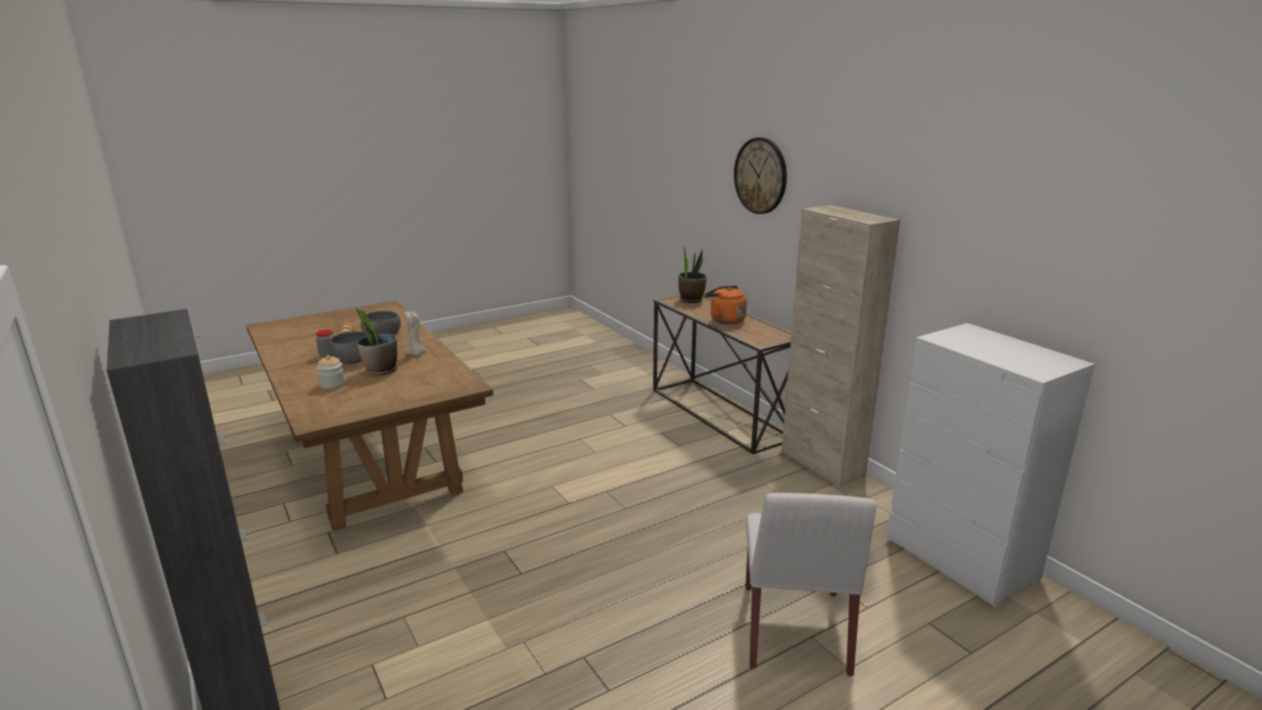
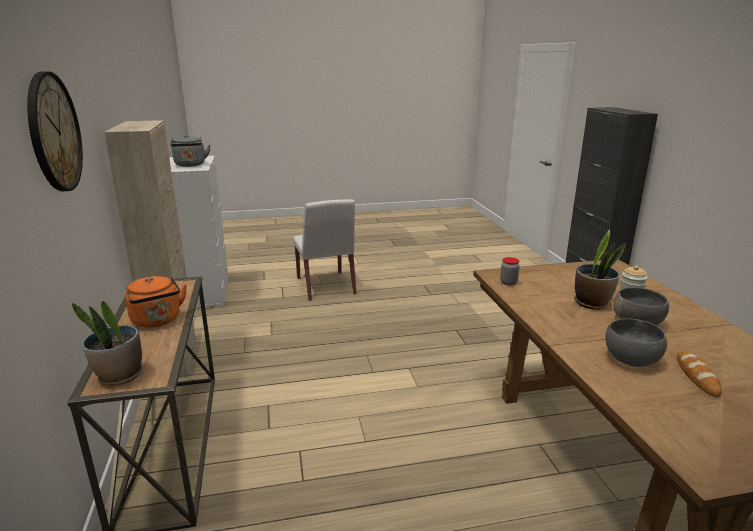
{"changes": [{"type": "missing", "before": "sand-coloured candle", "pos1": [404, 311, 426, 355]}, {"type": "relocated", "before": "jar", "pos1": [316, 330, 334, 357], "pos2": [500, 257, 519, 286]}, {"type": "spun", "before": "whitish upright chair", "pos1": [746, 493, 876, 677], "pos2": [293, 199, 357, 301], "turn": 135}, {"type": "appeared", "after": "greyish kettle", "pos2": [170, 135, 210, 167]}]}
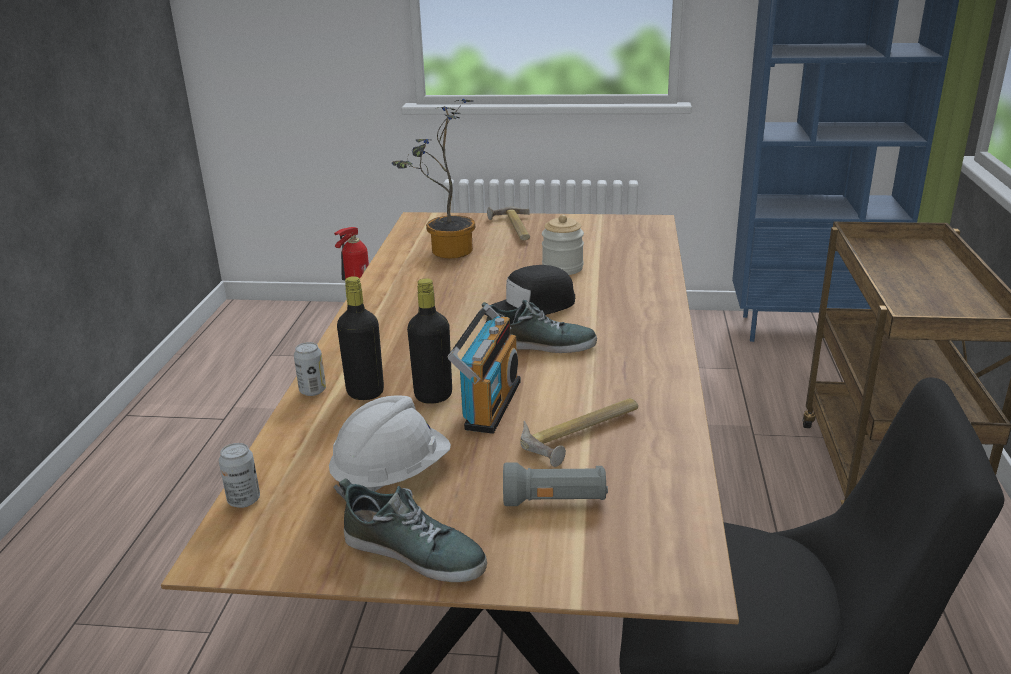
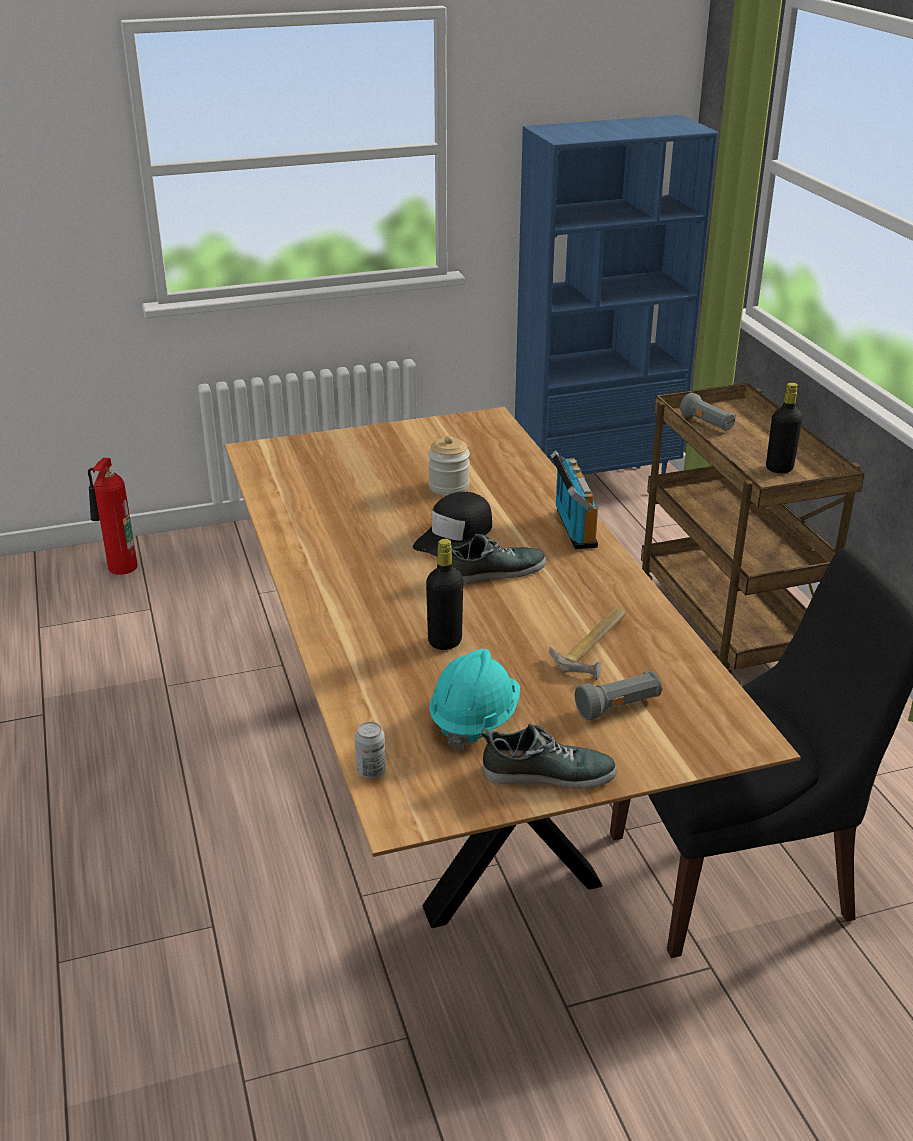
{"changes": [{"type": "missing", "before": "potted plant", "pos1": [392, 99, 475, 258]}, {"type": "missing", "before": "tool hammer", "pos1": [487, 206, 530, 240]}, {"type": "relocated", "before": "blackish drink bottle", "pos1": [337, 276, 384, 400], "pos2": [766, 383, 803, 473]}, {"type": "relocated", "before": "radio receiver", "pos1": [448, 304, 520, 434], "pos2": [551, 451, 598, 549]}, {"type": "missing", "before": "sealed can", "pos1": [294, 342, 326, 396]}, {"type": "colour", "before": "whitish safety helmet", "after": "blue-green safety helmet", "pos1": [329, 395, 451, 500], "pos2": [429, 649, 520, 749]}, {"type": "appeared", "after": "greyish torch", "pos2": [680, 393, 736, 431]}]}
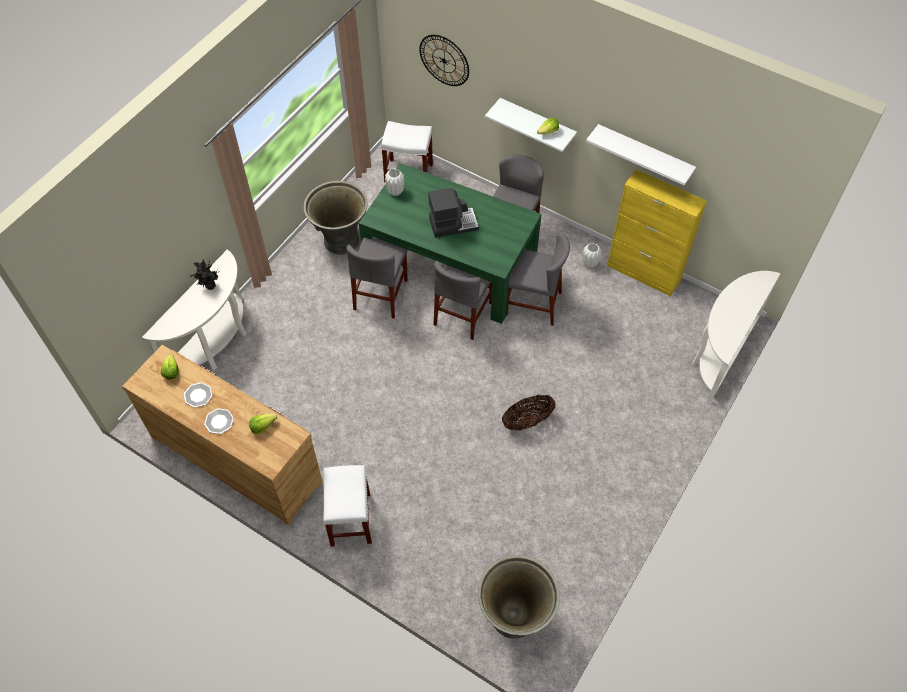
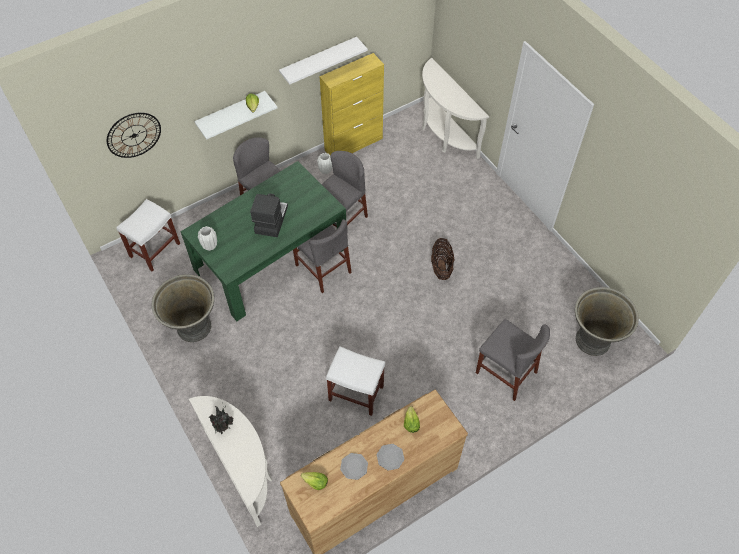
{"changes": [{"type": "relocated", "before": "greyish upright chair", "pos1": [346, 237, 408, 319], "pos2": [476, 319, 550, 401]}, {"type": "relocated", "before": "whitish stool", "pos1": [323, 465, 372, 547], "pos2": [326, 347, 385, 416]}]}
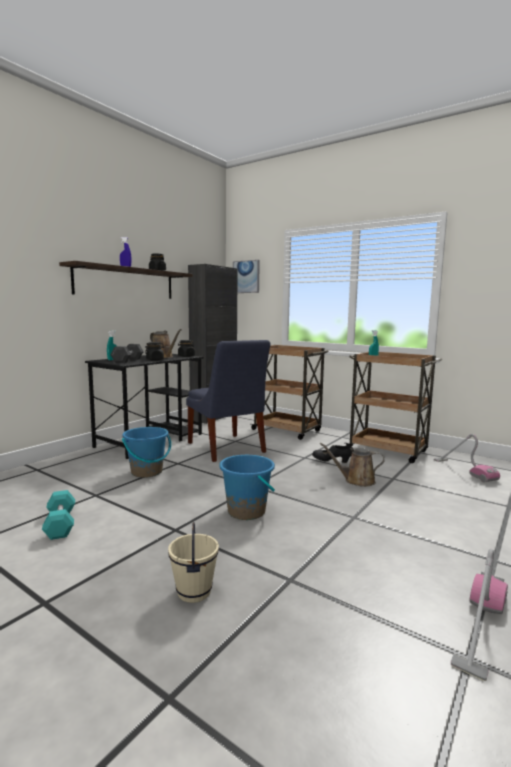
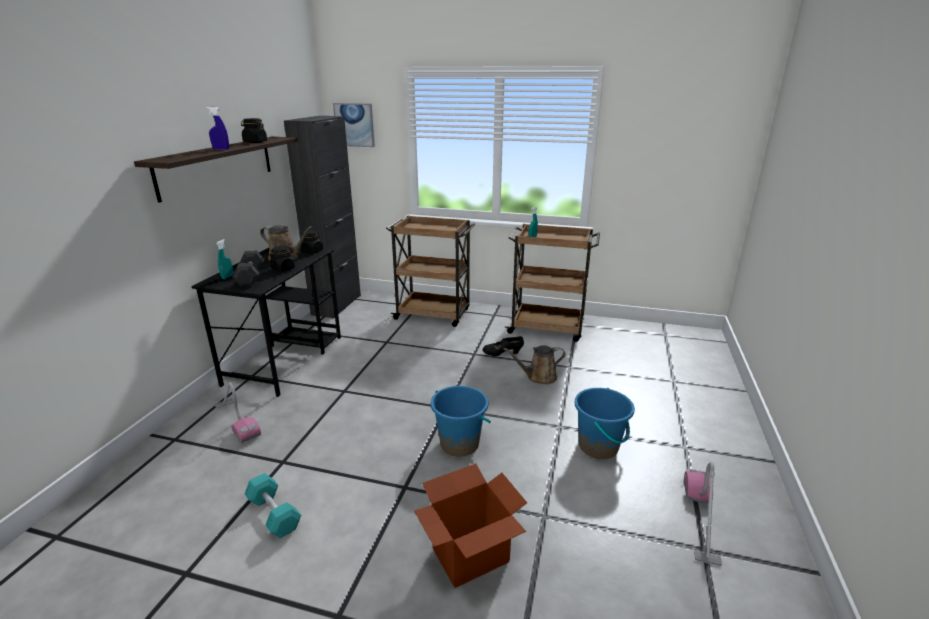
{"changes": [{"type": "missing", "before": "bluish upright chair", "pos1": [186, 340, 271, 462]}, {"type": "relocated", "before": "bluish pail", "pos1": [122, 427, 171, 478], "pos2": [574, 388, 635, 459]}, {"type": "relocated", "before": "vacuum", "pos1": [434, 434, 500, 482], "pos2": [215, 383, 261, 443]}, {"type": "exchanged", "before": "sand-coloured pail", "after": "packing box", "pos1": [168, 522, 219, 603], "pos2": [414, 463, 527, 588]}]}
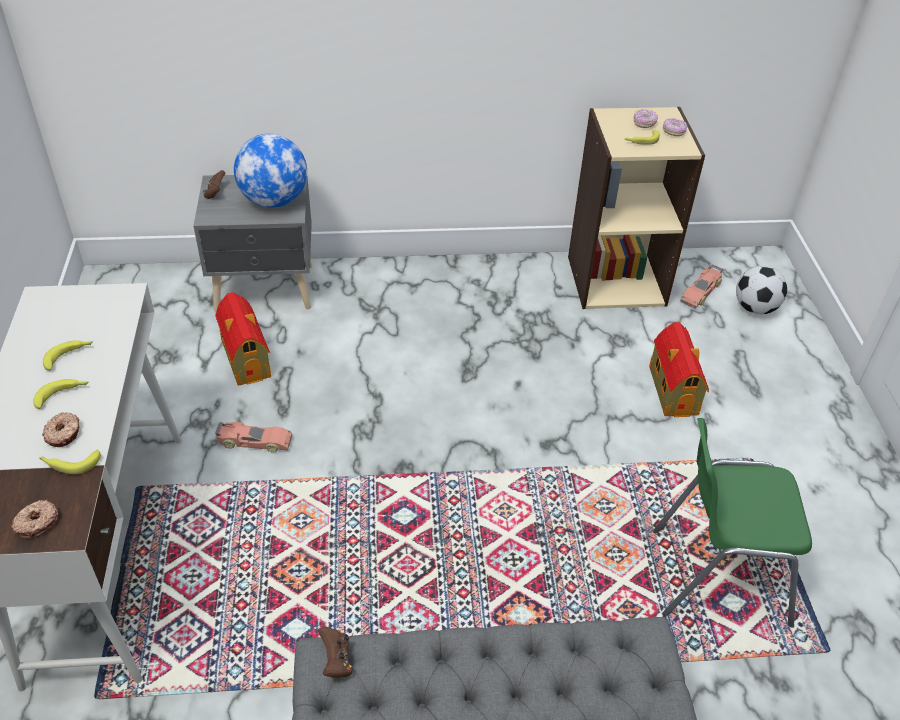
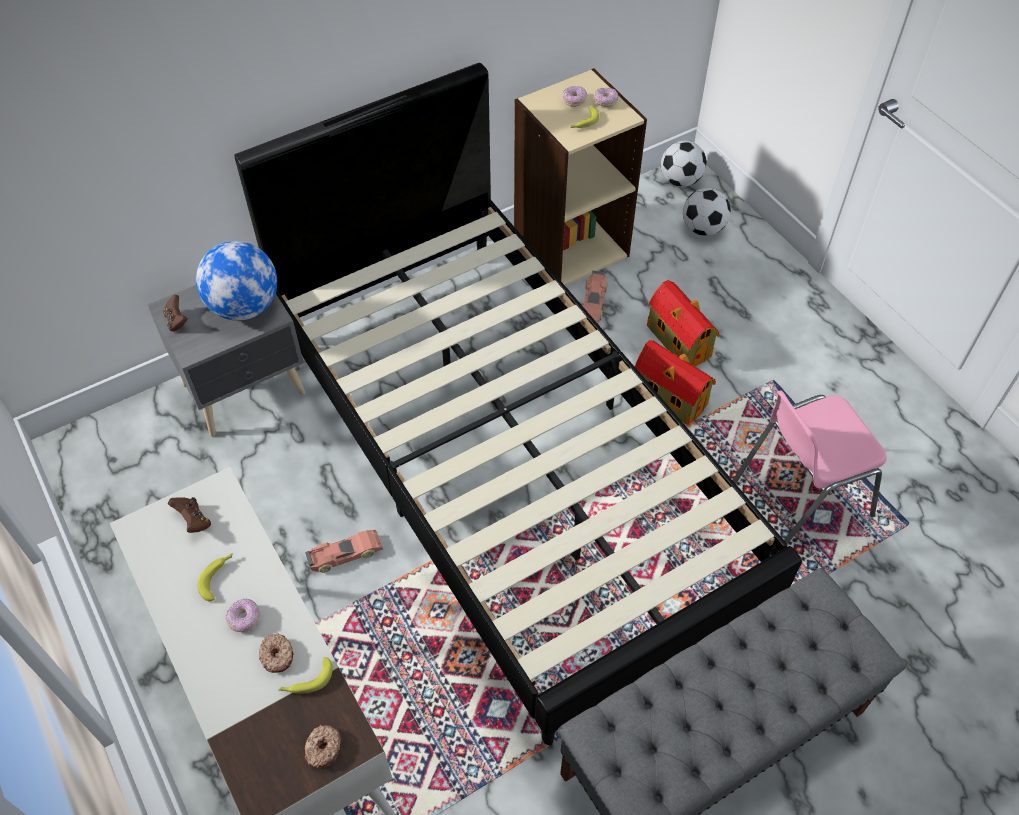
{"changes": [{"type": "relocated", "before": "model car", "pos1": [680, 264, 723, 309], "pos2": [583, 271, 608, 325]}, {"type": "relocated", "before": "model house", "pos1": [215, 292, 271, 386], "pos2": [635, 340, 716, 425]}, {"type": "exchanged", "before": "whole banana", "after": "ring doughnut", "pos1": [33, 379, 88, 409], "pos2": [226, 598, 260, 632]}, {"type": "colour", "before": "green upright chair", "after": "pinkish upright chair", "pos1": [653, 418, 812, 627], "pos2": [733, 390, 887, 544]}, {"type": "relocated", "before": "brownish gamepad", "pos1": [318, 626, 353, 678], "pos2": [168, 497, 211, 533]}, {"type": "appeared", "after": "blackish bedroom bed", "pos2": [234, 63, 802, 746]}, {"type": "appeared", "after": "football ball", "pos2": [661, 141, 707, 187]}]}
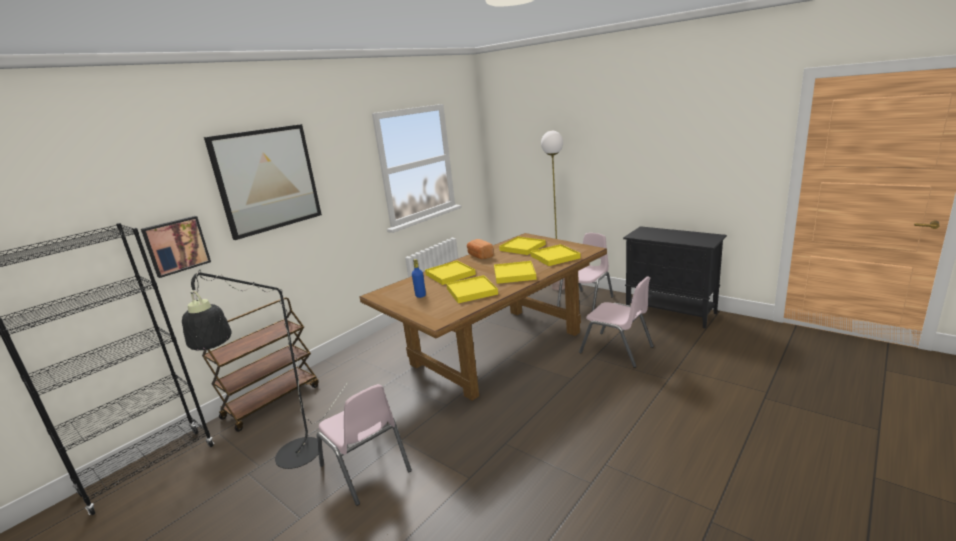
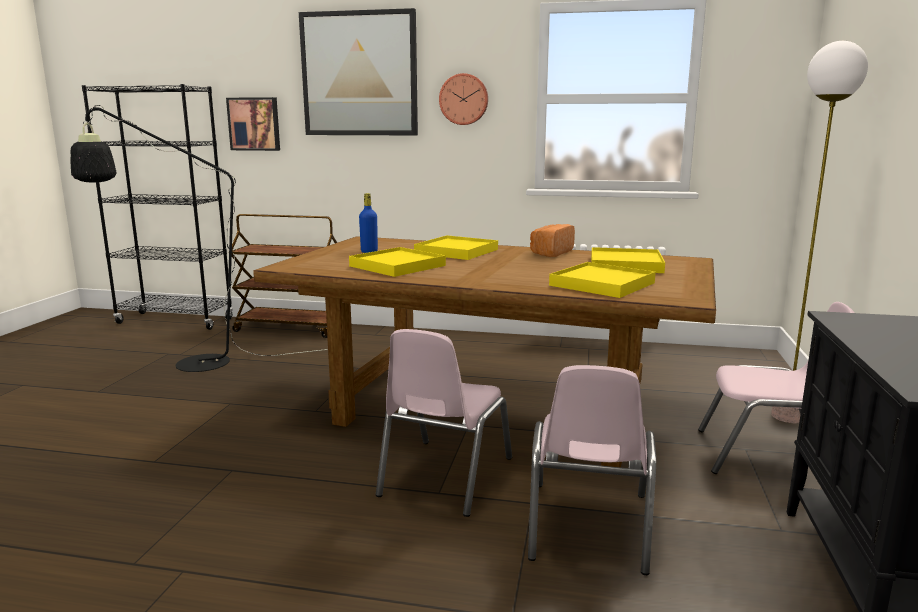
{"changes": [{"type": "missing", "before": "yellowish tray", "pos1": [494, 261, 537, 284]}, {"type": "relocated", "before": "pinkish upright chair", "pos1": [316, 384, 412, 506], "pos2": [376, 329, 512, 517]}, {"type": "appeared", "after": "clock on the wall", "pos2": [439, 73, 488, 125]}]}
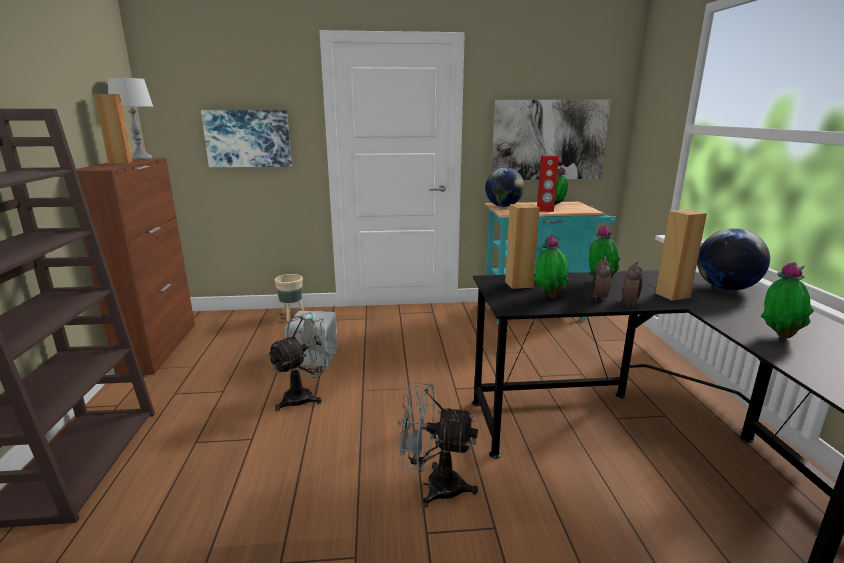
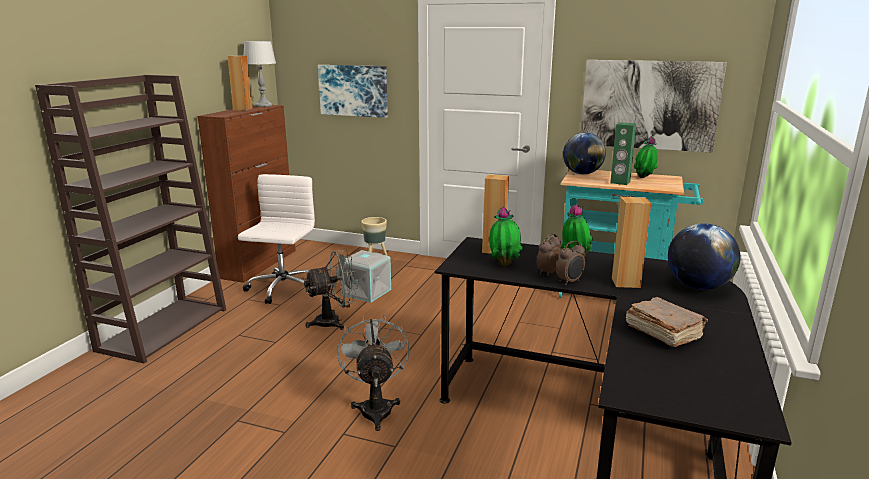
{"changes": [{"type": "colour", "before": "red-coloured loudspeaker", "after": "green loudspeaker", "pos1": [537, 155, 559, 212], "pos2": [610, 122, 636, 185]}, {"type": "exchanged", "before": "potted plant", "after": "brownish book", "pos1": [761, 262, 814, 338], "pos2": [626, 297, 708, 347]}, {"type": "spun", "before": "greyish electric fan", "pos1": [396, 382, 478, 507], "pos2": [337, 314, 409, 431], "turn": 45}, {"type": "appeared", "after": "whitish computer chair", "pos2": [238, 174, 315, 304]}]}
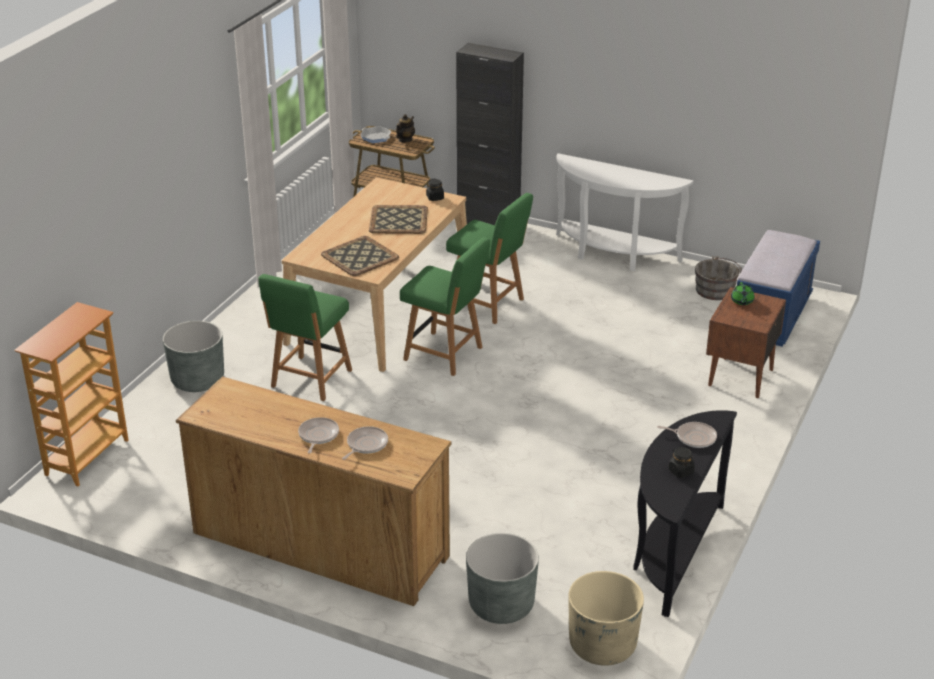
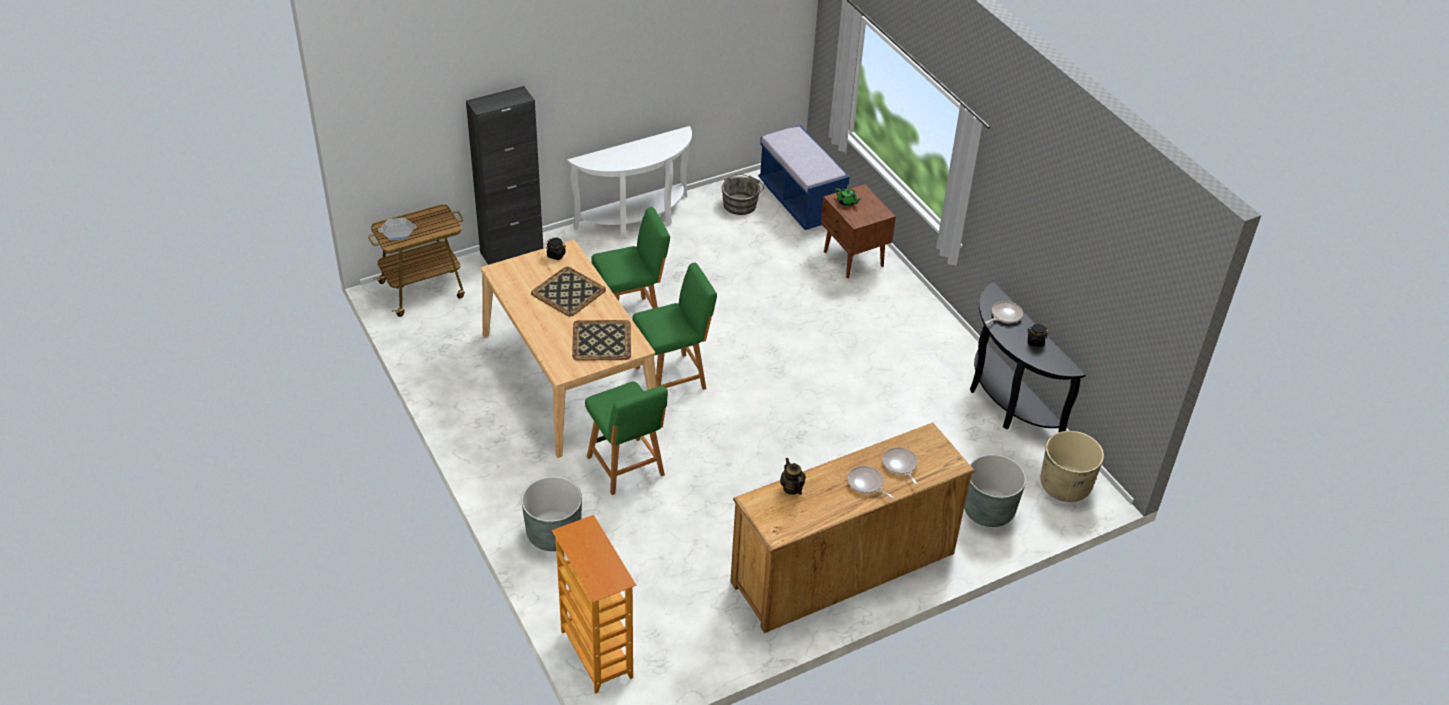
{"changes": [{"type": "relocated", "before": "pot for tea", "pos1": [396, 114, 415, 142], "pos2": [780, 458, 806, 495]}]}
